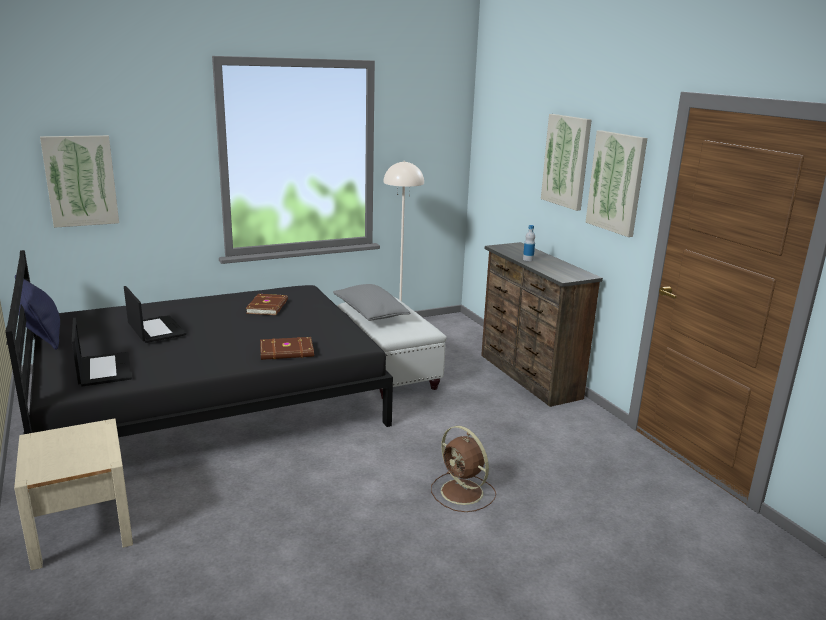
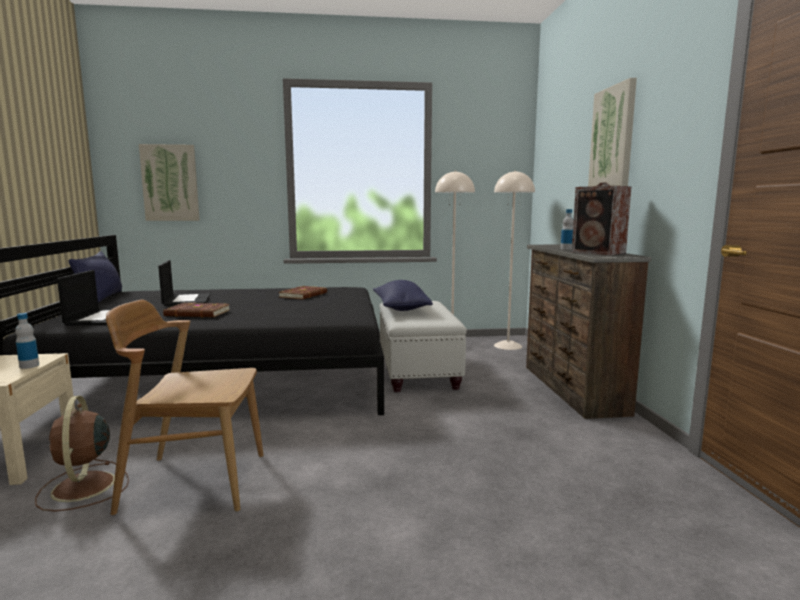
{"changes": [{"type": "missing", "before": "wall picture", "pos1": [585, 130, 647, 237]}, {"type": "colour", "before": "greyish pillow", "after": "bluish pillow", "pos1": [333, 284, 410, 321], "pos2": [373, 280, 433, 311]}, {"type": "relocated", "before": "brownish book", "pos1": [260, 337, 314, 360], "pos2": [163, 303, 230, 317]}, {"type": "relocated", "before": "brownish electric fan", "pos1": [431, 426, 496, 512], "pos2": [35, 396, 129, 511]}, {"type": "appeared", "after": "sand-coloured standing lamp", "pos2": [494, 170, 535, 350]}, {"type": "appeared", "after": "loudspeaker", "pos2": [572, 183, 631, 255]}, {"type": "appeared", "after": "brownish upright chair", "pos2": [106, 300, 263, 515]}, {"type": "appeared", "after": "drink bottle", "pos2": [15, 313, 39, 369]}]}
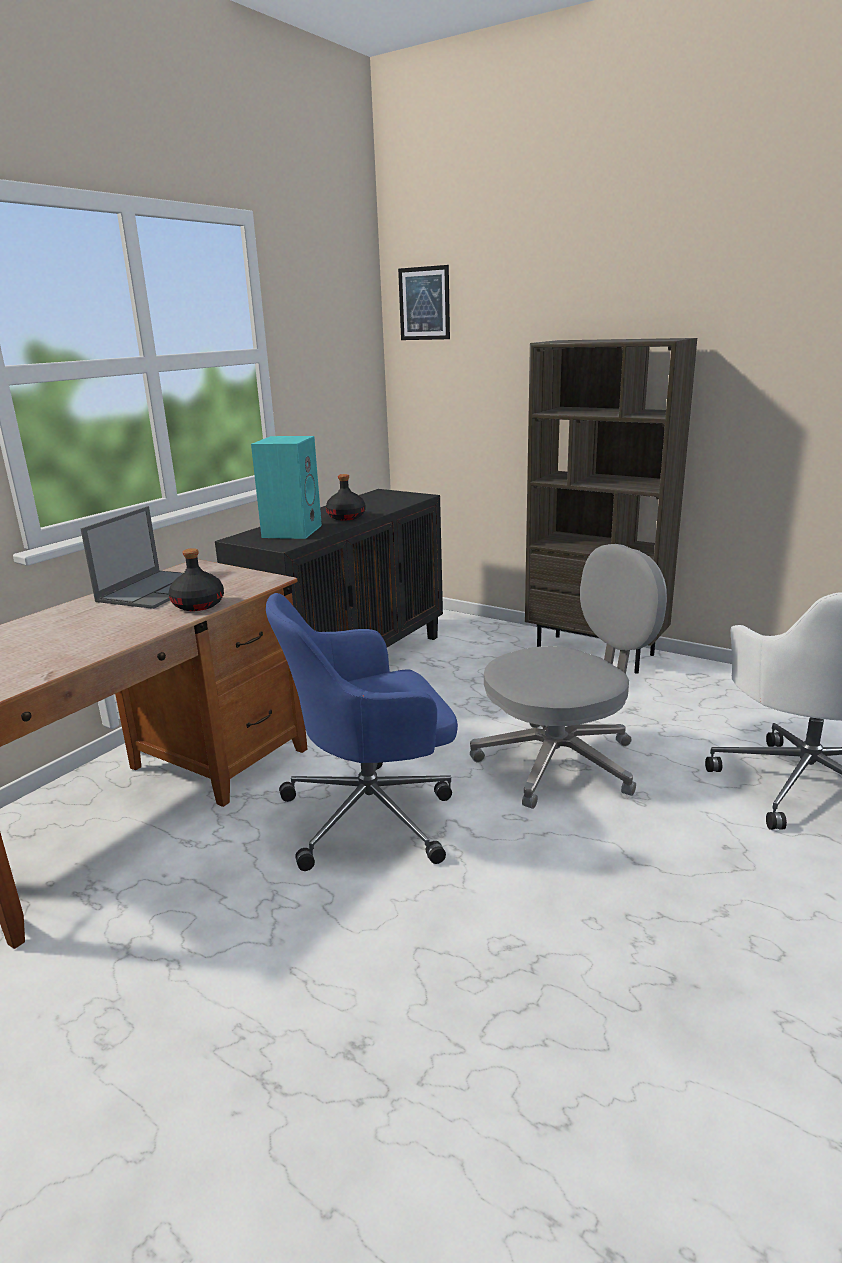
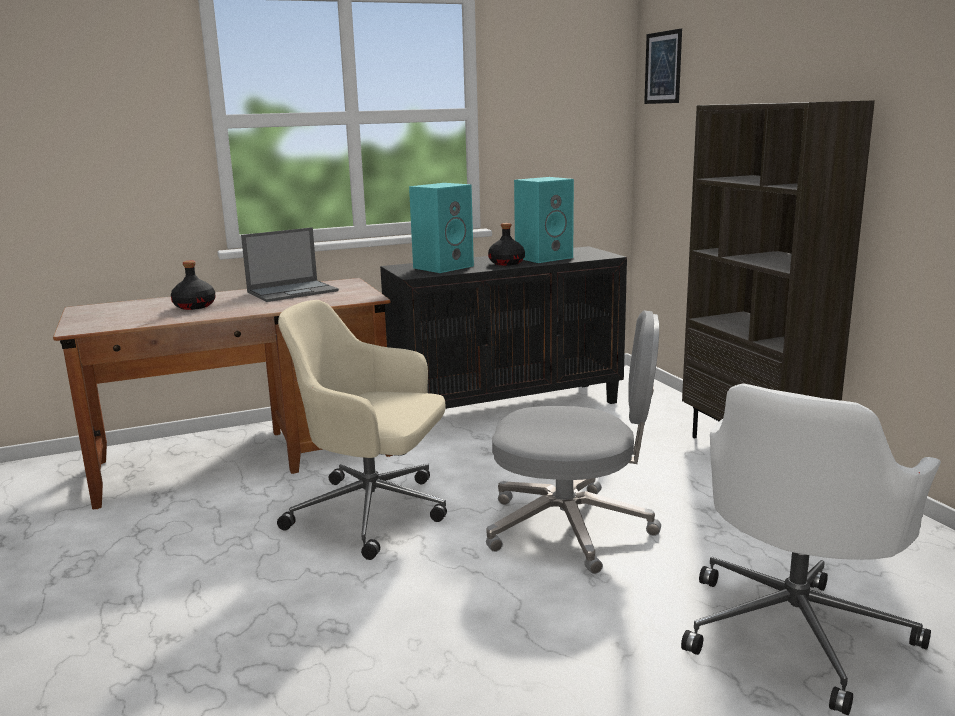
{"changes": [{"type": "relocated", "before": "blackish drink bottle", "pos1": [169, 548, 224, 611], "pos2": [171, 261, 216, 310]}, {"type": "colour", "before": "bluish computer chair", "after": "sand-coloured computer chair", "pos1": [266, 593, 458, 871], "pos2": [277, 300, 447, 560]}, {"type": "appeared", "after": "blue-green loudspeaker", "pos2": [514, 177, 574, 263]}]}
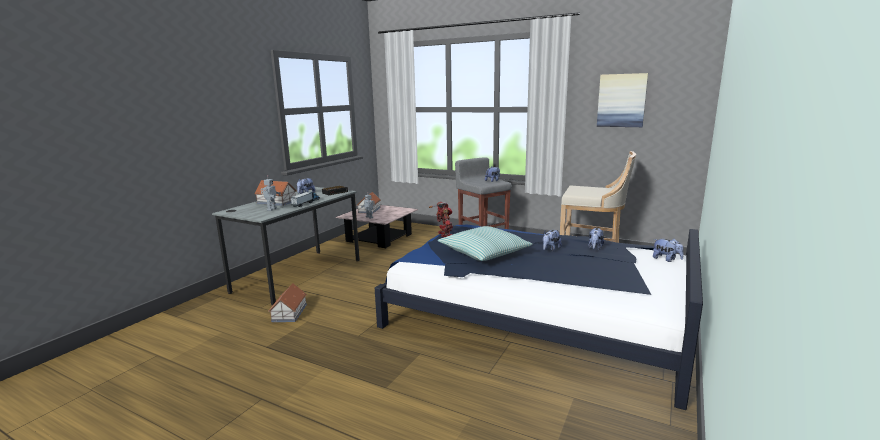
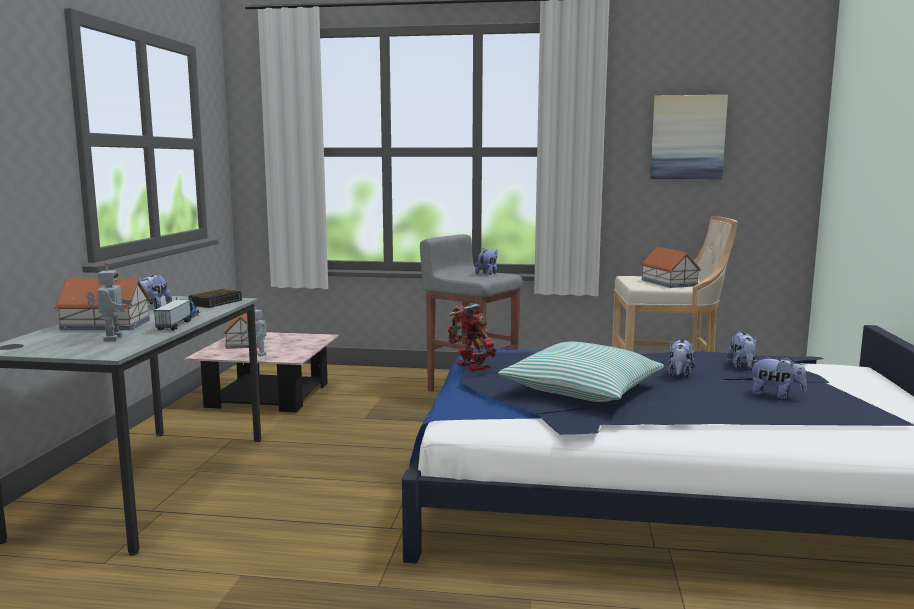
{"changes": [{"type": "relocated", "before": "cuddly toy", "pos1": [653, 239, 684, 262], "pos2": [749, 356, 807, 399]}, {"type": "relocated", "before": "model house", "pos1": [268, 283, 307, 322], "pos2": [641, 247, 701, 288]}]}
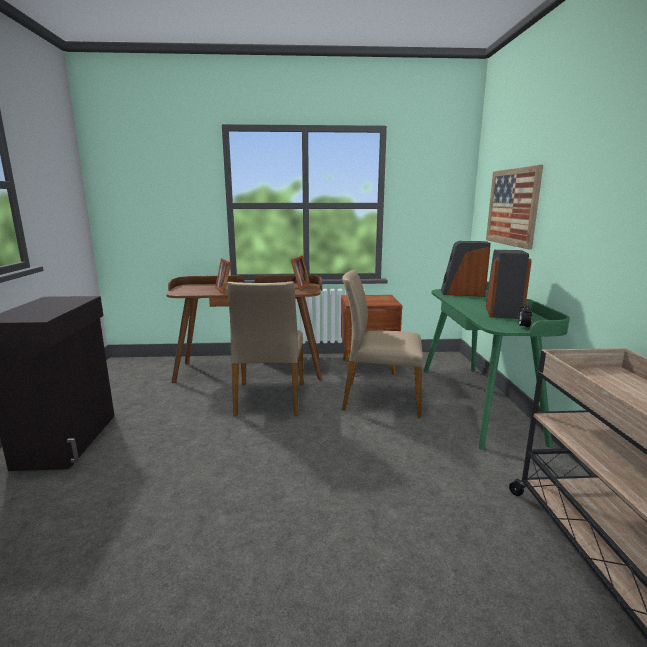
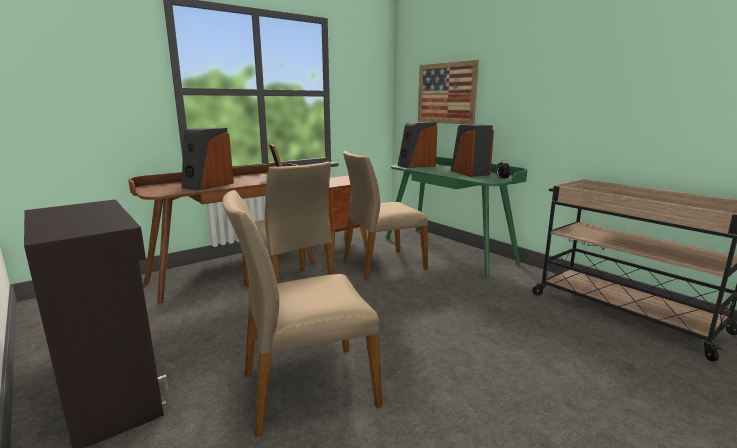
{"changes": [{"type": "exchanged", "before": "standing frame", "after": "loudspeaker", "pos1": [215, 258, 231, 294], "pos2": [182, 127, 234, 190]}, {"type": "appeared", "after": "sand-coloured upright chair", "pos2": [223, 190, 383, 437]}]}
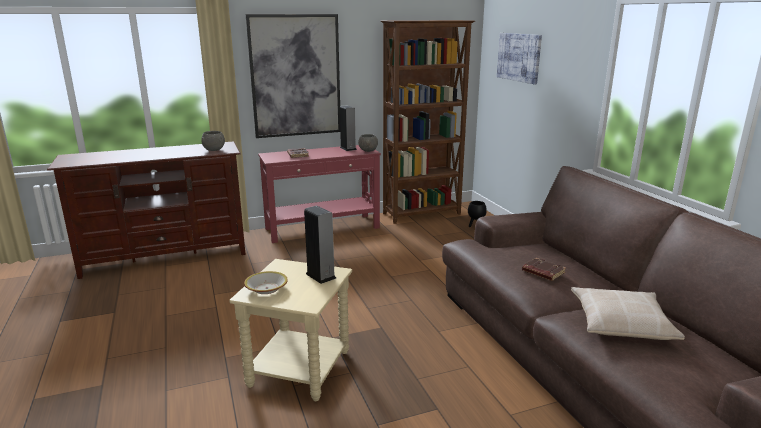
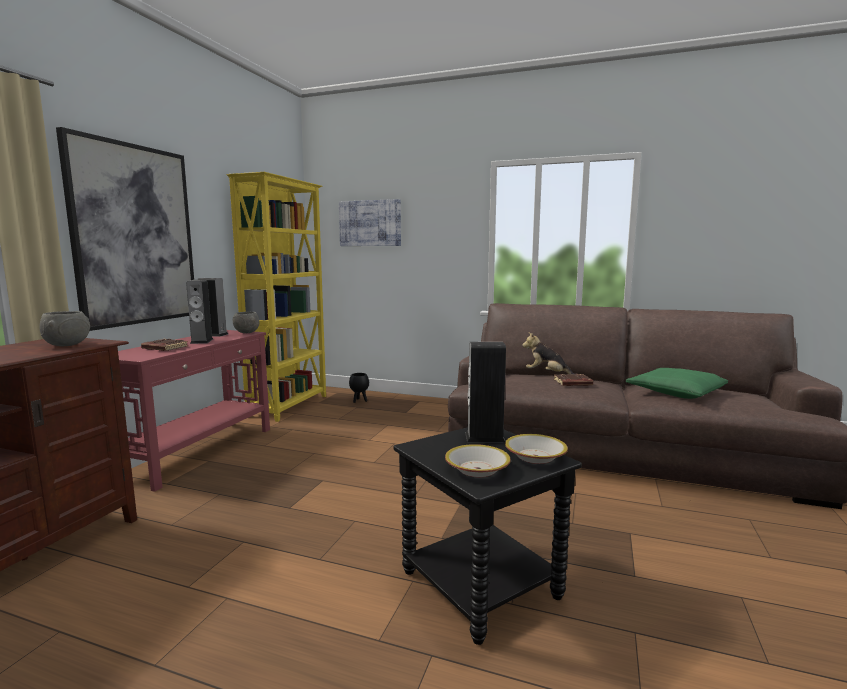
{"changes": [{"type": "colour", "before": "brownish bookcase", "after": "yellowish bookcase", "pos1": [381, 20, 475, 224], "pos2": [226, 172, 326, 422]}, {"type": "colour", "before": "sand-coloured accent table", "after": "blackish accent table", "pos1": [229, 259, 352, 401], "pos2": [393, 427, 582, 645]}, {"type": "colour", "before": "sand-coloured pillow", "after": "green pillow", "pos1": [571, 287, 685, 340], "pos2": [626, 368, 728, 399]}, {"type": "appeared", "after": "loudspeaker", "pos2": [186, 280, 213, 344]}, {"type": "appeared", "after": "cuddly toy", "pos2": [522, 333, 574, 374]}, {"type": "appeared", "after": "deep dish", "pos2": [505, 434, 568, 464]}]}
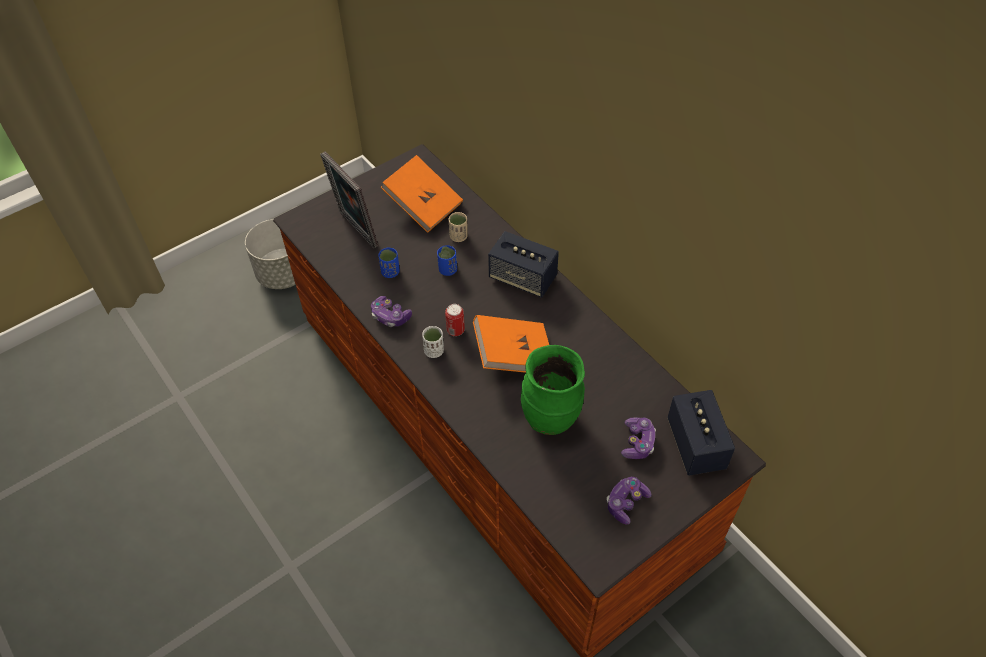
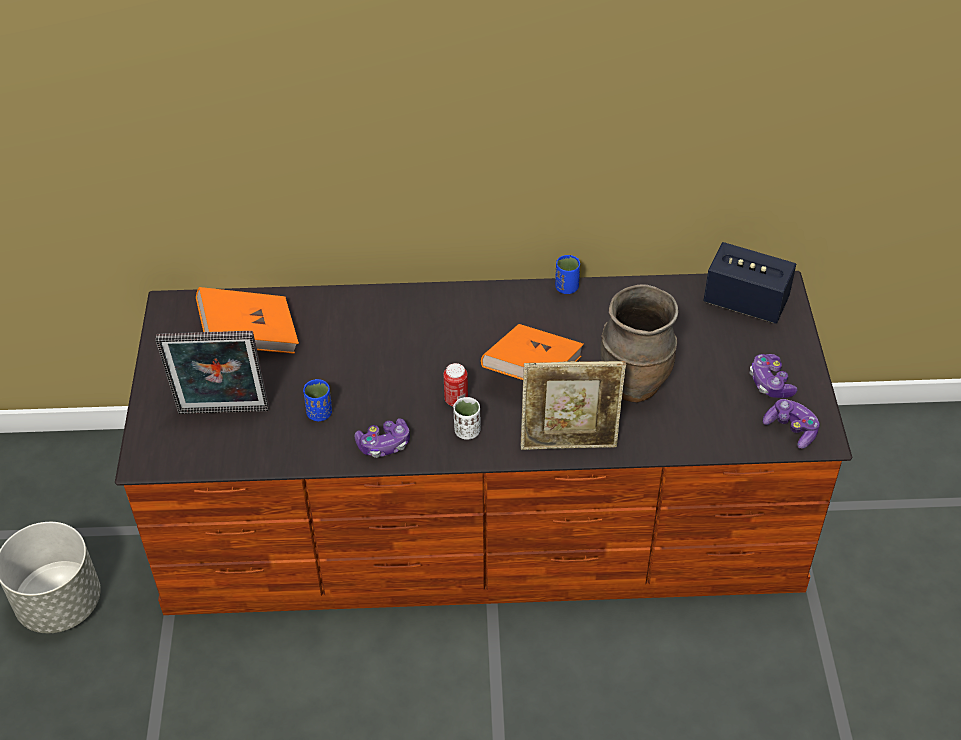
{"changes": [{"type": "missing", "before": "sand-coloured drinking cup", "pos1": [449, 212, 468, 242]}, {"type": "missing", "before": "loudspeaker", "pos1": [488, 231, 559, 298]}, {"type": "relocated", "before": "bluish drinking cup", "pos1": [437, 245, 457, 276], "pos2": [555, 255, 580, 294]}, {"type": "colour", "before": "green decorative vase", "after": "brownish decorative vase", "pos1": [521, 345, 585, 435], "pos2": [600, 284, 678, 402]}, {"type": "relocated", "before": "gamepad", "pos1": [621, 417, 656, 459], "pos2": [763, 399, 820, 449]}, {"type": "appeared", "after": "standing frame", "pos2": [521, 361, 626, 450]}]}
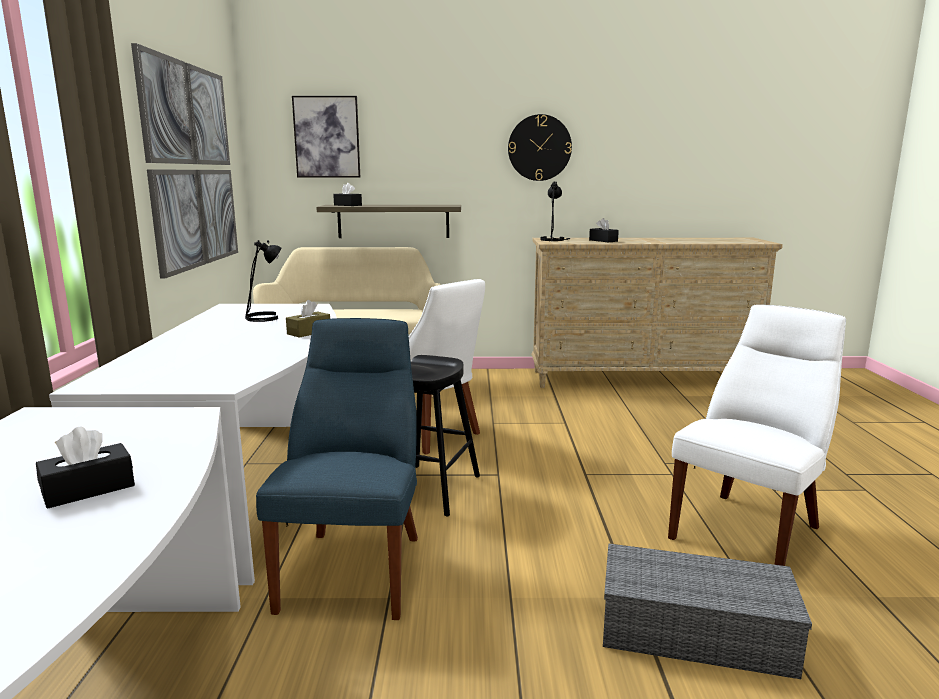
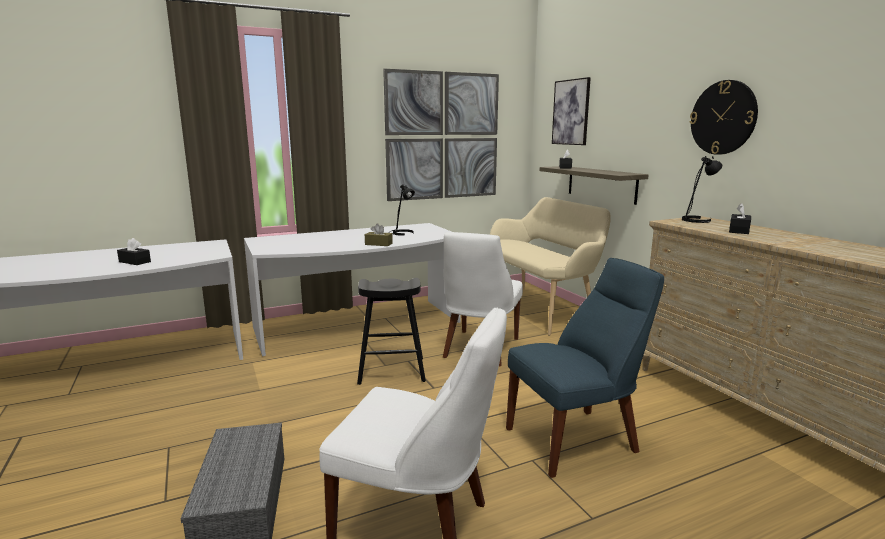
{"changes": [{"type": "relocated", "before": "bluish upright chair", "pos1": [256, 318, 418, 620], "pos2": [506, 258, 664, 478]}]}
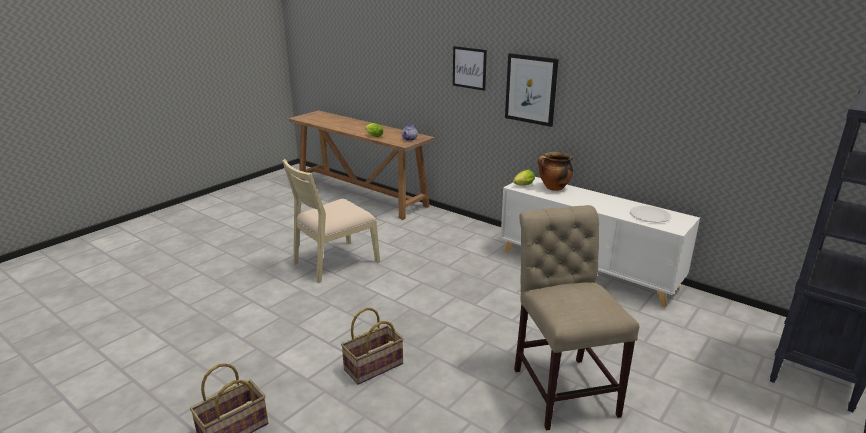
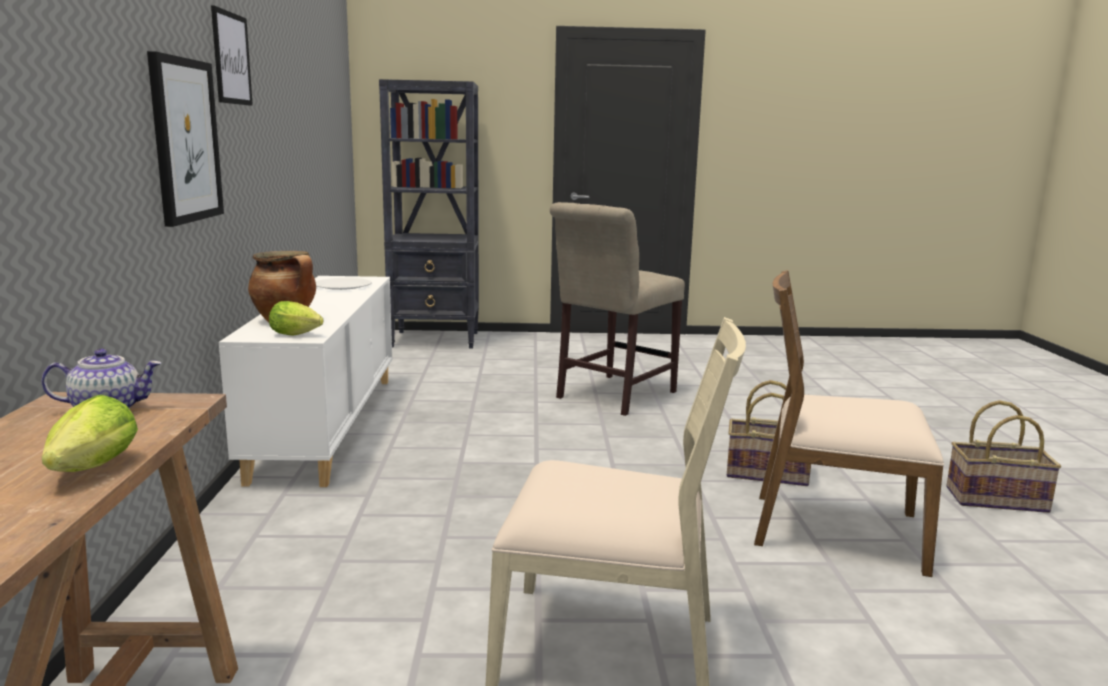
{"changes": [{"type": "relocated", "before": "wall picture", "pos1": [453, 46, 487, 91], "pos2": [211, 5, 253, 106]}, {"type": "appeared", "after": "brownish upright chair", "pos2": [754, 270, 944, 577]}]}
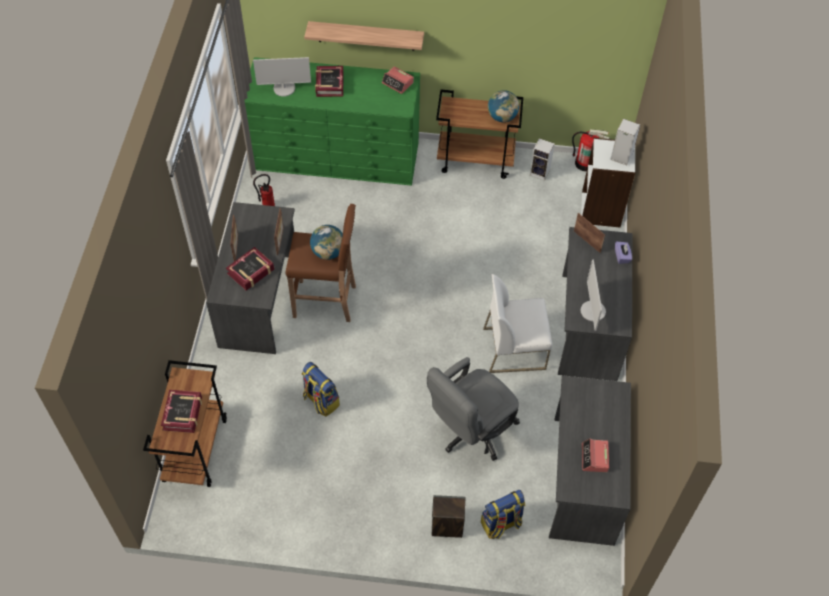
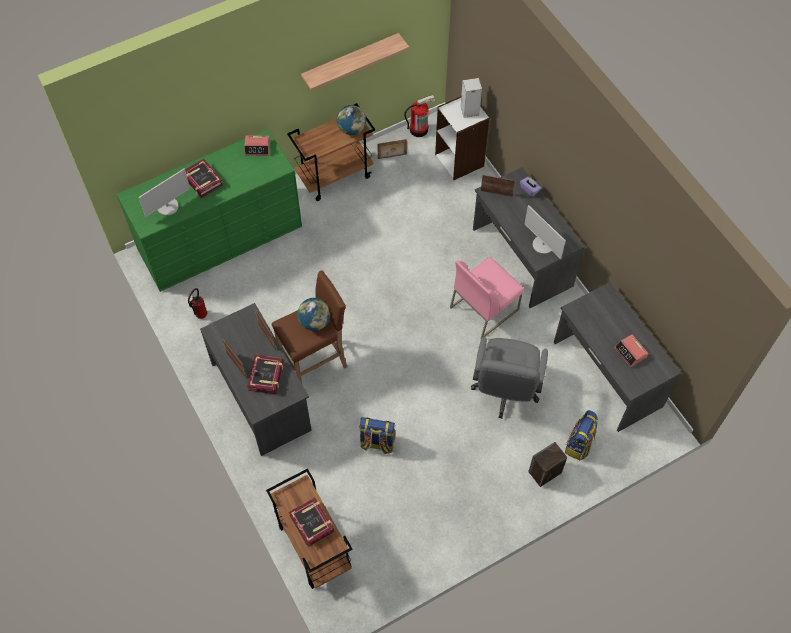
{"changes": [{"type": "relocated", "before": "bracket shelf", "pos1": [304, 21, 424, 51], "pos2": [301, 33, 409, 91]}, {"type": "exchanged", "before": "loudspeaker", "after": "standing frame", "pos1": [530, 138, 555, 181], "pos2": [377, 139, 407, 159]}, {"type": "colour", "before": "whitish upright chair", "after": "pinkish upright chair", "pos1": [483, 274, 552, 373], "pos2": [450, 257, 524, 339]}]}
